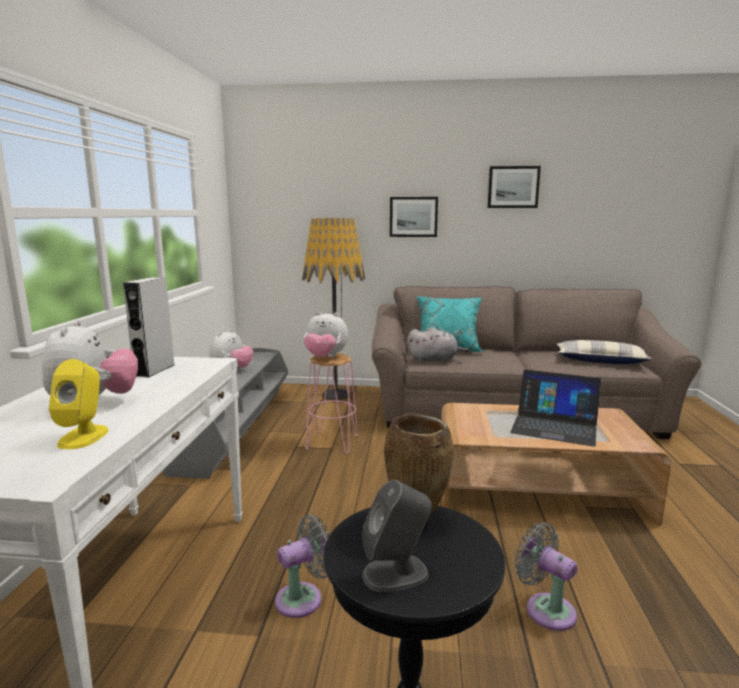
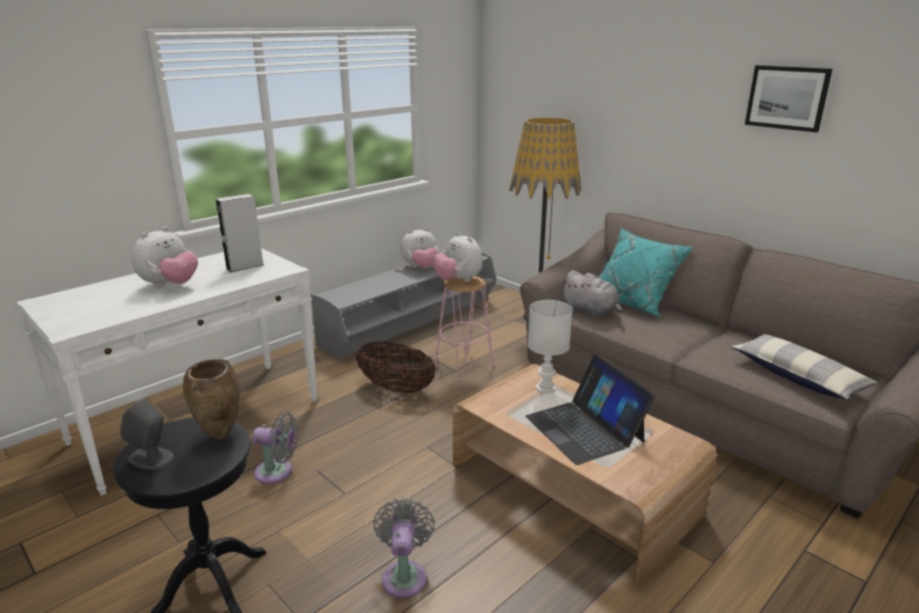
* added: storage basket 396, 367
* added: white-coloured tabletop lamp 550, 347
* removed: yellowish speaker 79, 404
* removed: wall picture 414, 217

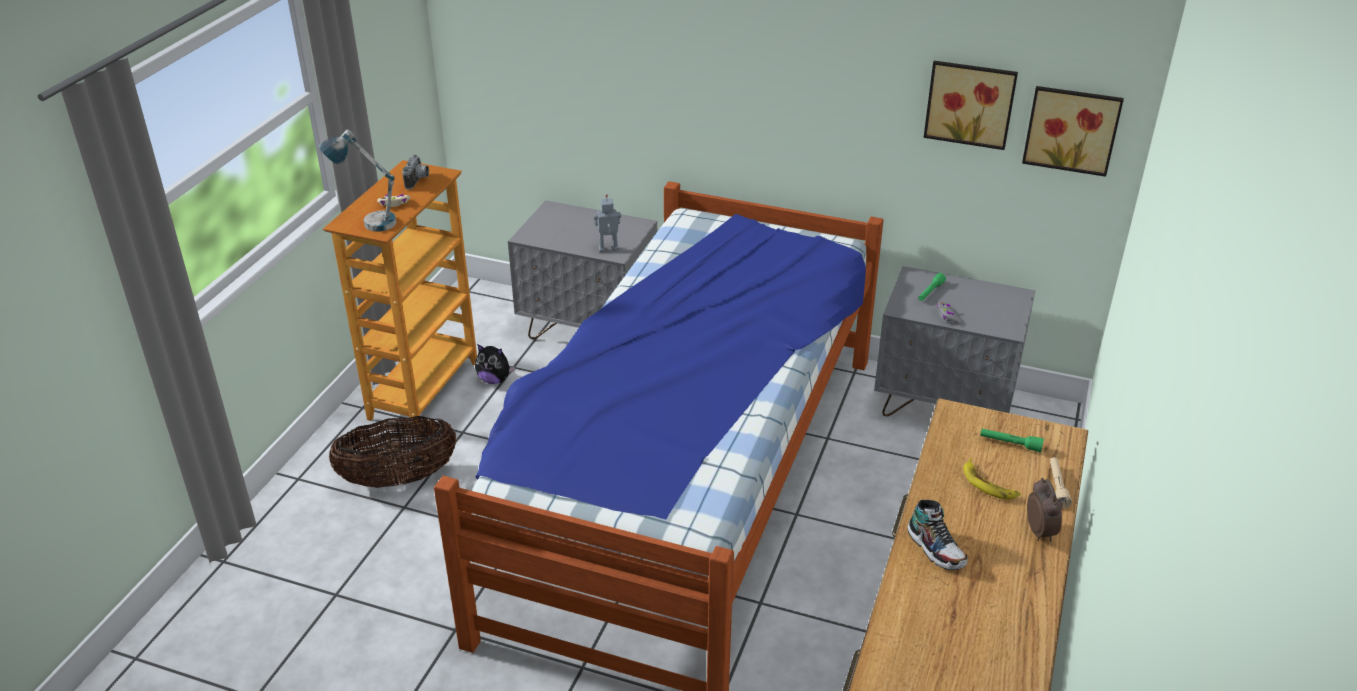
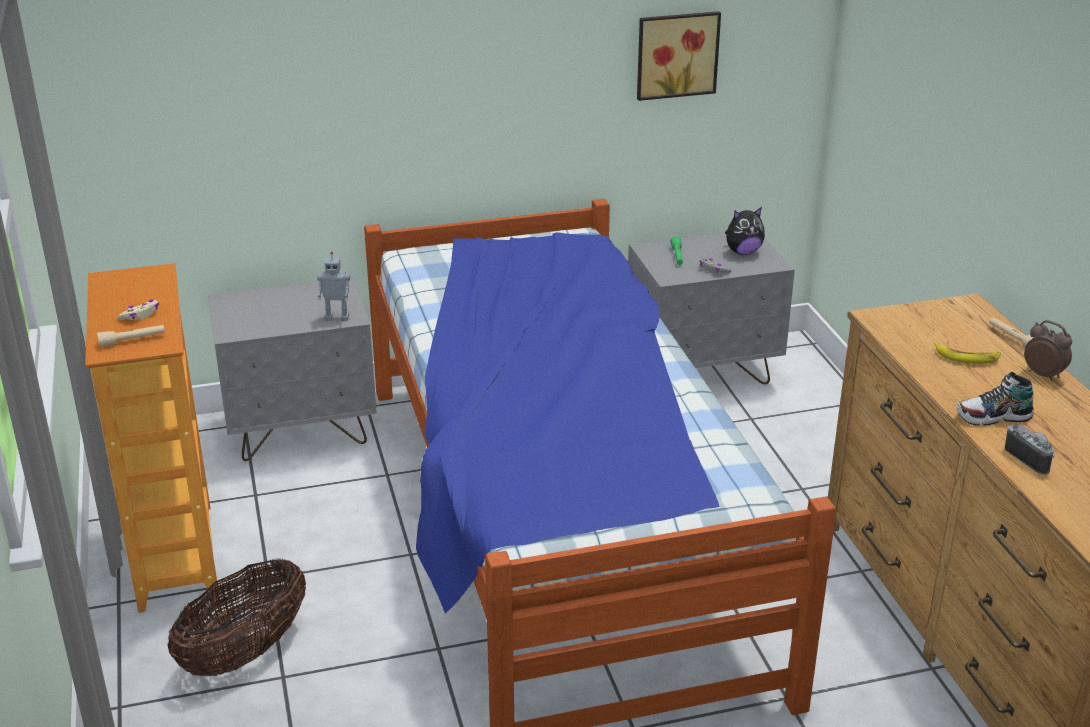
* replaced: tabletop lamp 357, 180 to beige hand torch 131, 336
* turned: toy robot 607, 223 = 333, 286 135 degrees counterclockwise
* moved: cuddly toy 495, 364 to 745, 231
* turned: low shoe 937, 535 = 995, 399 150 degrees clockwise
* moved: still camera 415, 172 to 1030, 449
* removed: green hand torch 1012, 440
* removed: wall picture 1073, 131

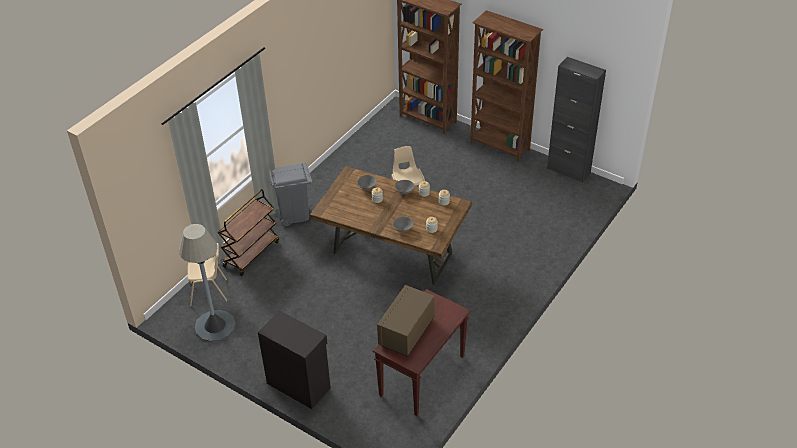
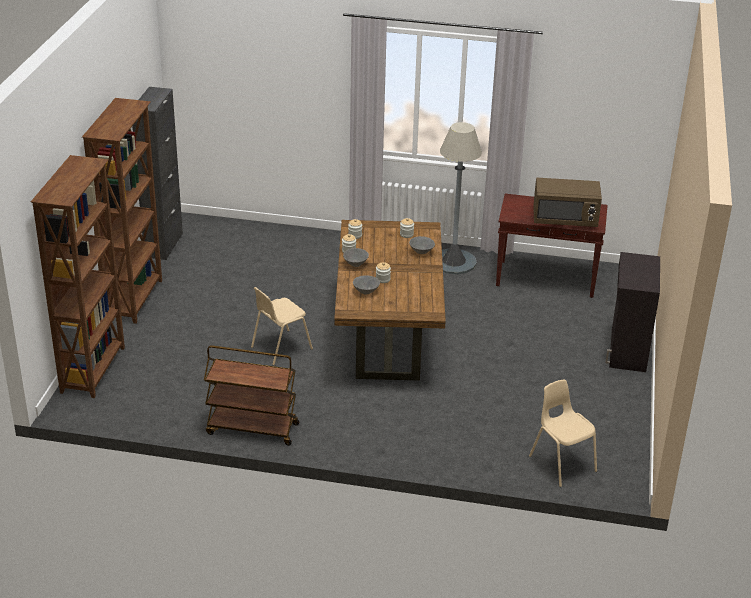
* moved: brown cart 248, 232 to 251, 395
* moved: greyish floor lamp 207, 283 to 461, 198
* removed: greyish trash can 290, 194

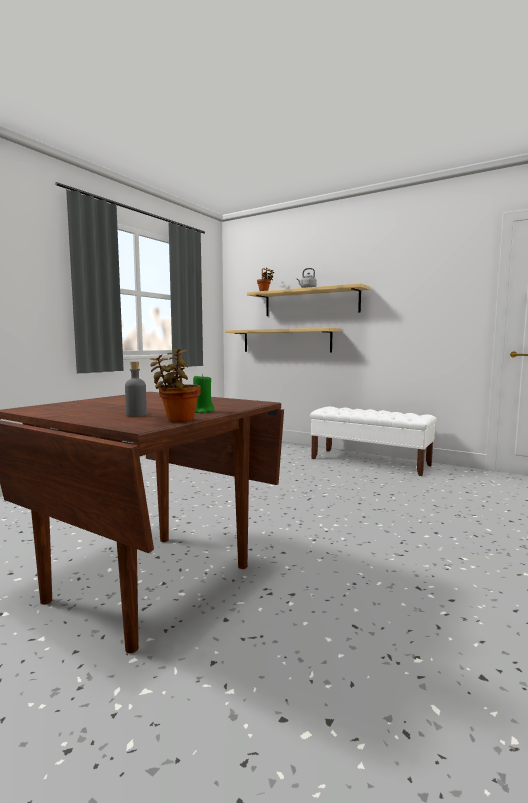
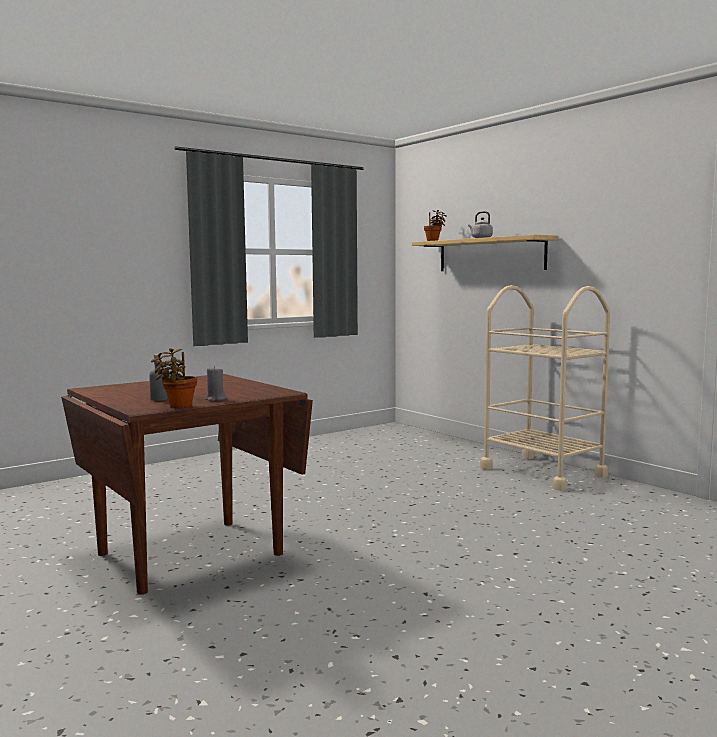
* recoloured: green wax candle 204, 394 to greyish wax candle 215, 383
* replaced: white-coloured indoor bench 373, 441 to beige cart 545, 388
* removed: bracket shelf 283, 340

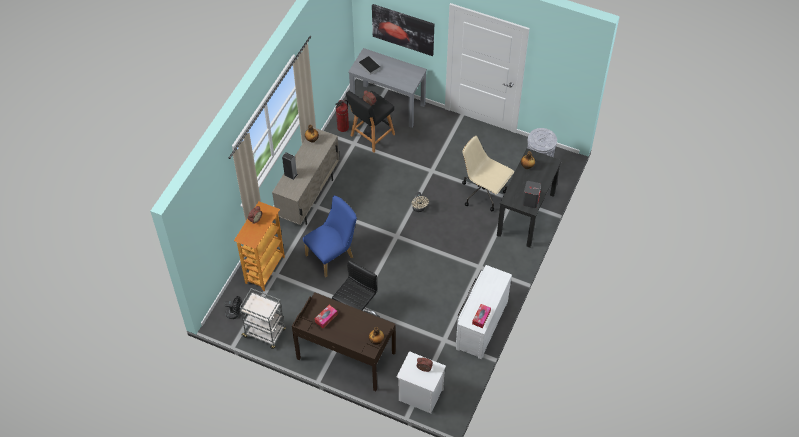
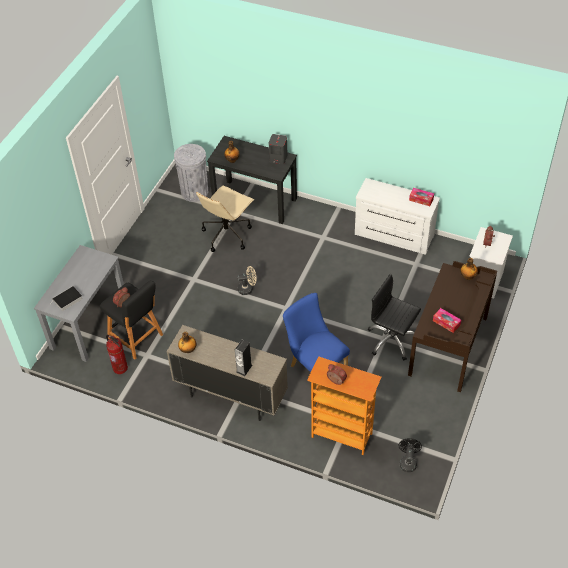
* removed: greyish cart 262, 318
* removed: wall picture 403, 30

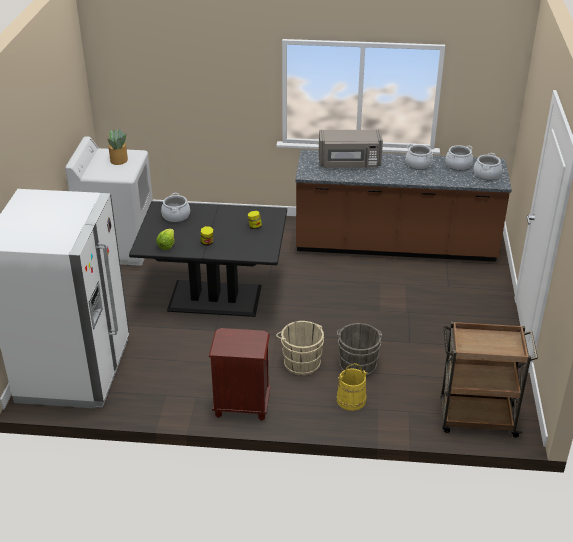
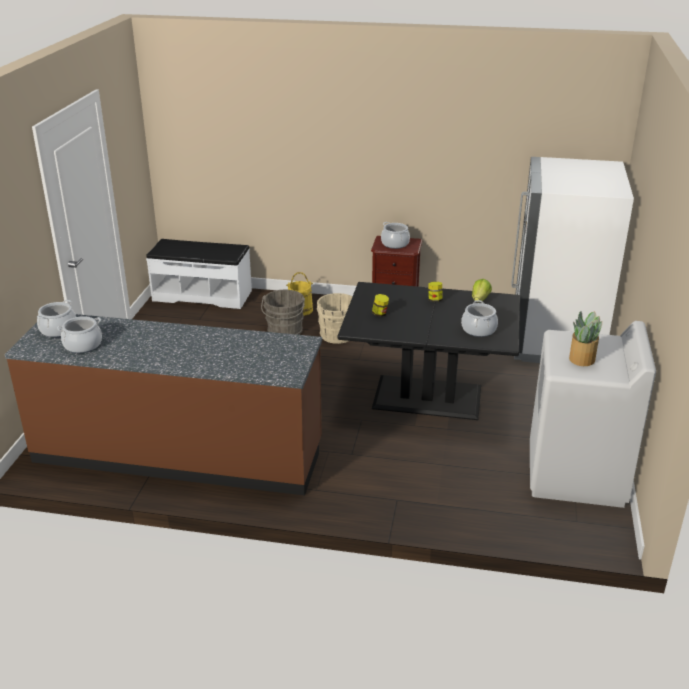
* replaced: brown cart 489, 380 to white-coloured indoor bench 199, 274
* moved: cooking pot 419, 157 to 395, 235
* removed: greyish kitchen microwave 351, 149

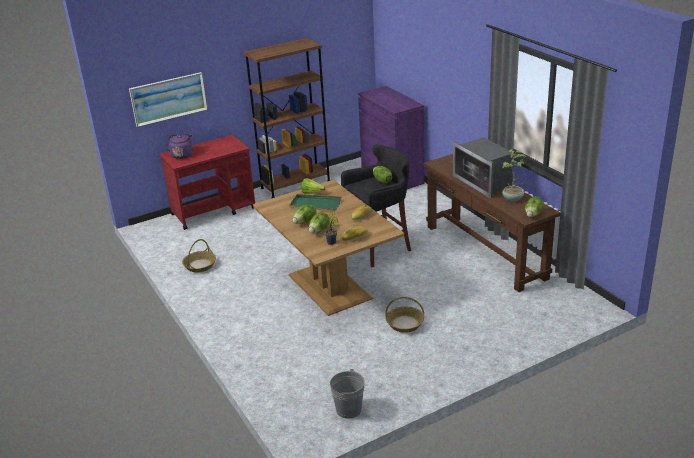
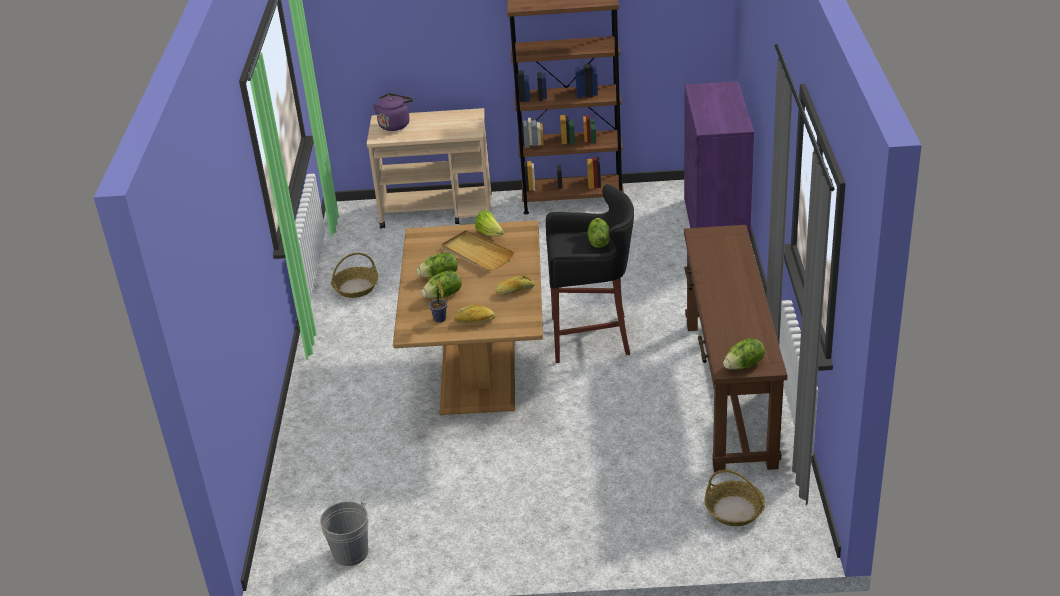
* recoloured: red-coloured cart 207, 182 to beige cart 429, 168
* recoloured: green tray 315, 202 to beige tray 477, 250
* moved: storage basket 405, 315 to 735, 498
* removed: wall picture 168, 100
* removed: kitchen microwave 483, 168
* removed: plant in a pot 514, 175

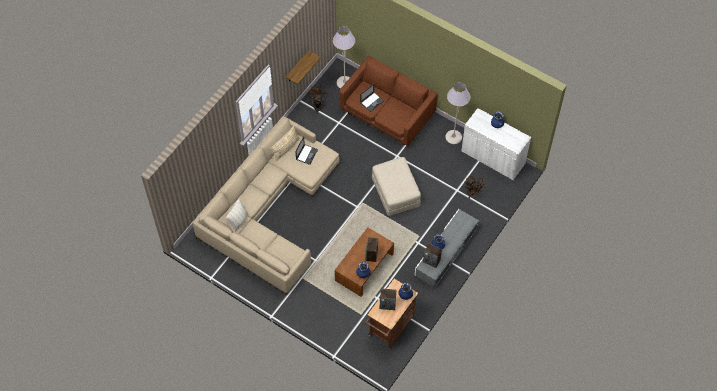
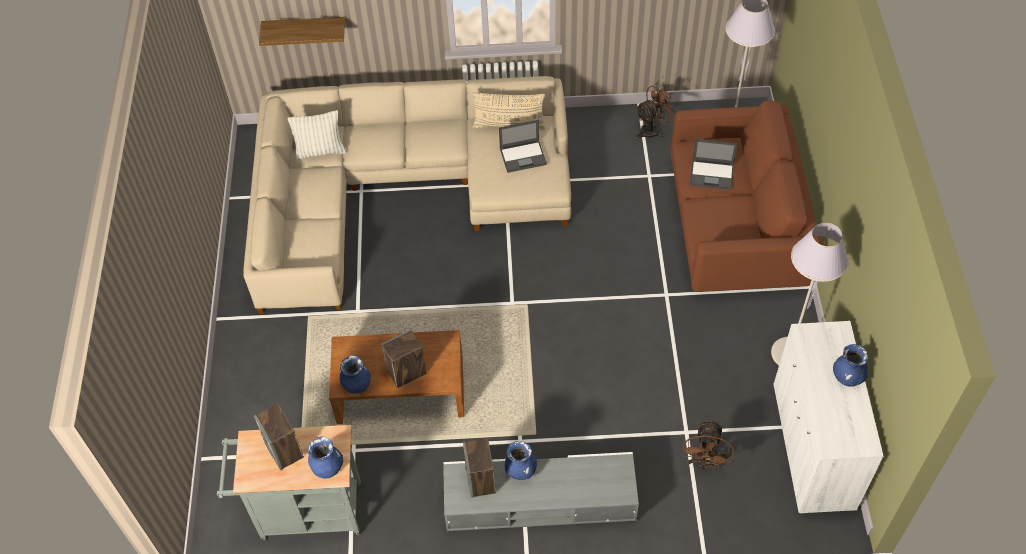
* recoloured: brown cart 391, 314 to greyish cart 289, 482
* moved: bracket shelf 303, 68 to 302, 31
* removed: beige pouffe 396, 186

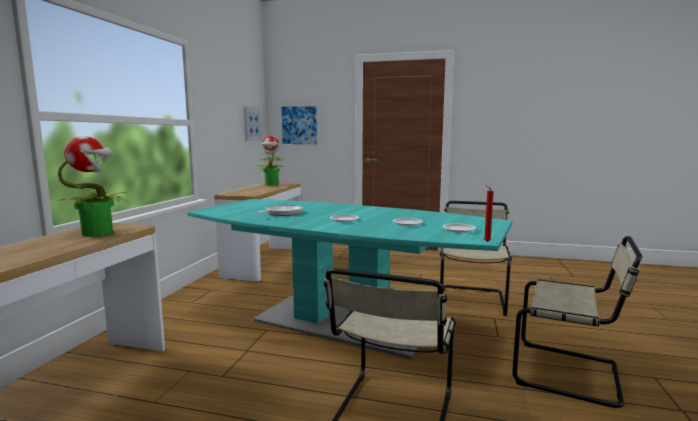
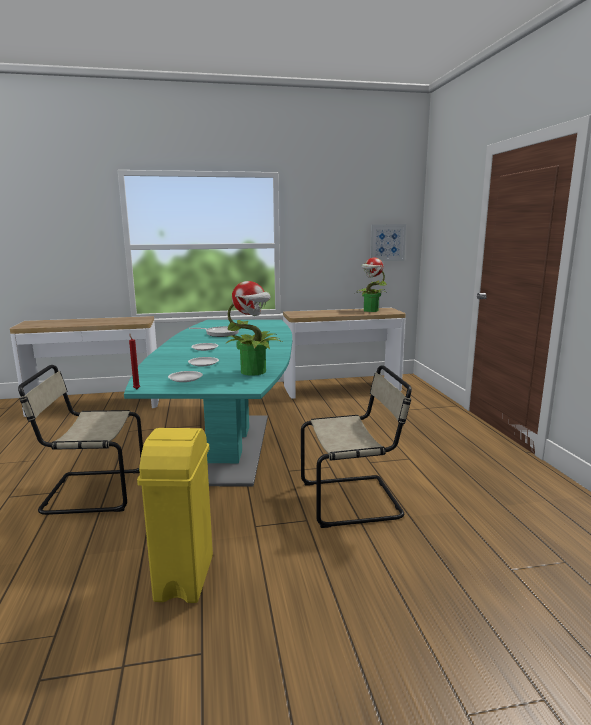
* replaced: beige plain chair 577, 322 to yellowish trash can 175, 515
* moved: plant in a pot 93, 186 to 253, 328
* removed: wall picture 299, 125

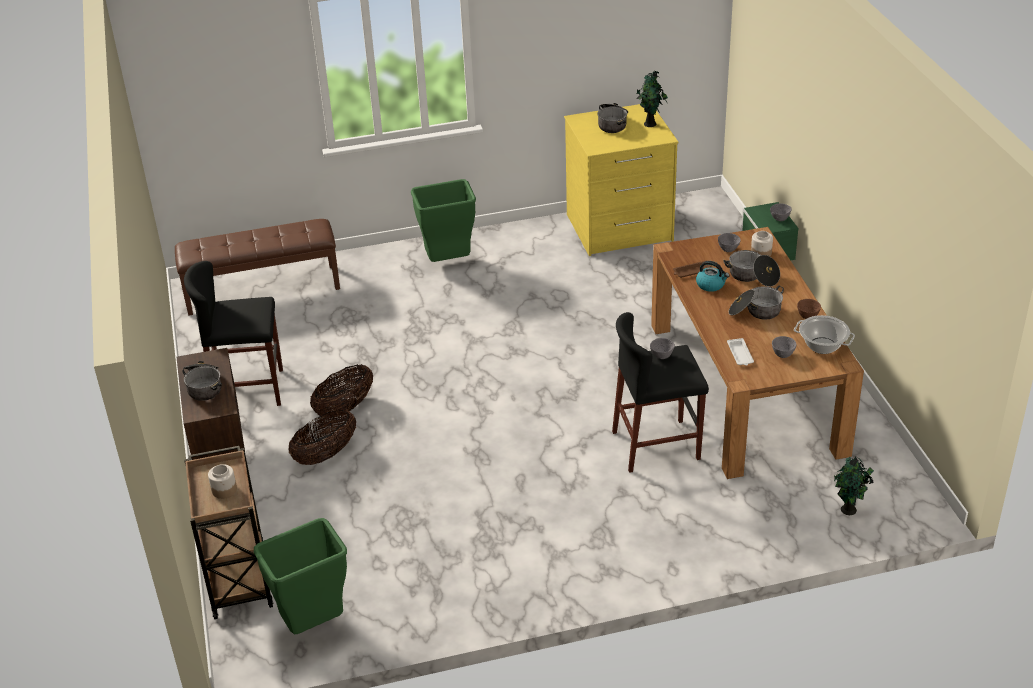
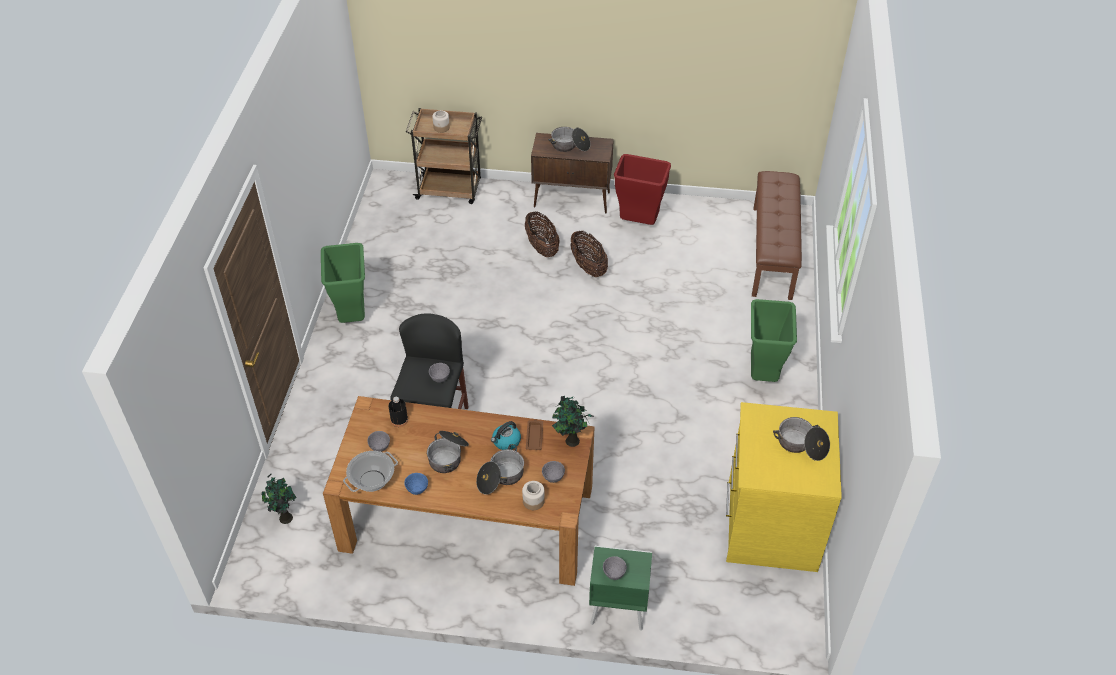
* moved: green trash can 300, 576 to 343, 283
* replaced: white-coloured tray 740, 352 to blackish beverage bottle 398, 412
* recoloured: brown serving bowl 809, 309 to blue serving bowl 416, 484
* moved: plant in a pot 652, 99 to 573, 421
* replaced: blackish stool seat 233, 333 to red-coloured trash can 642, 189

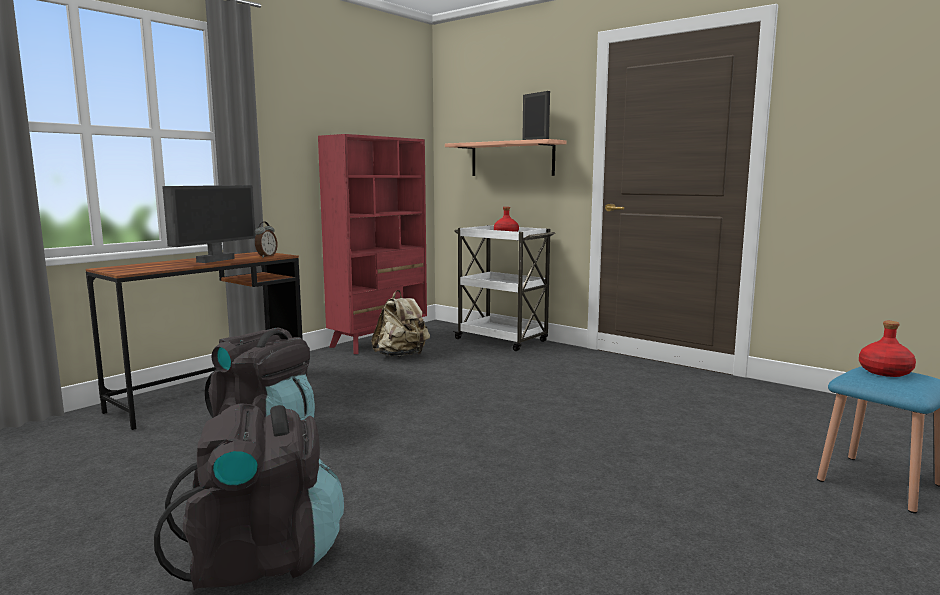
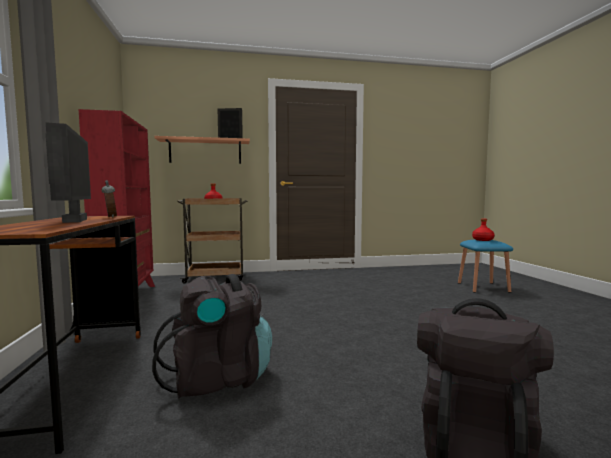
* recoloured: white-coloured cart 504, 288 to brown cart 212, 241
* removed: beige knapsack 400, 323

